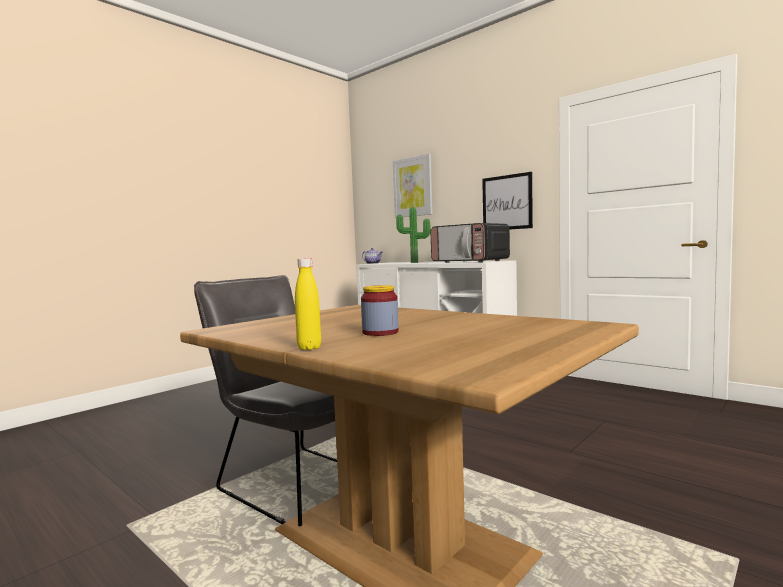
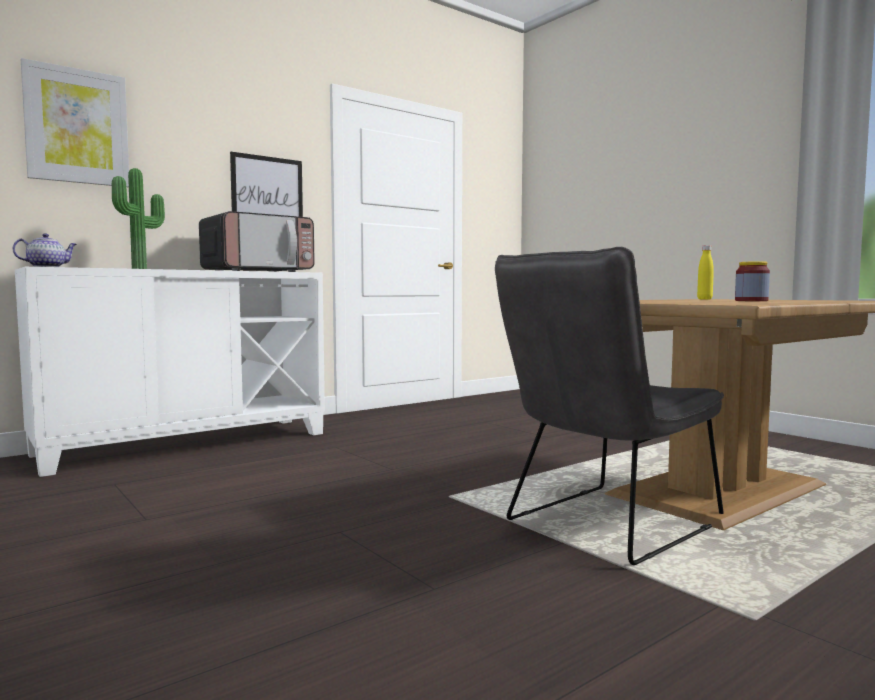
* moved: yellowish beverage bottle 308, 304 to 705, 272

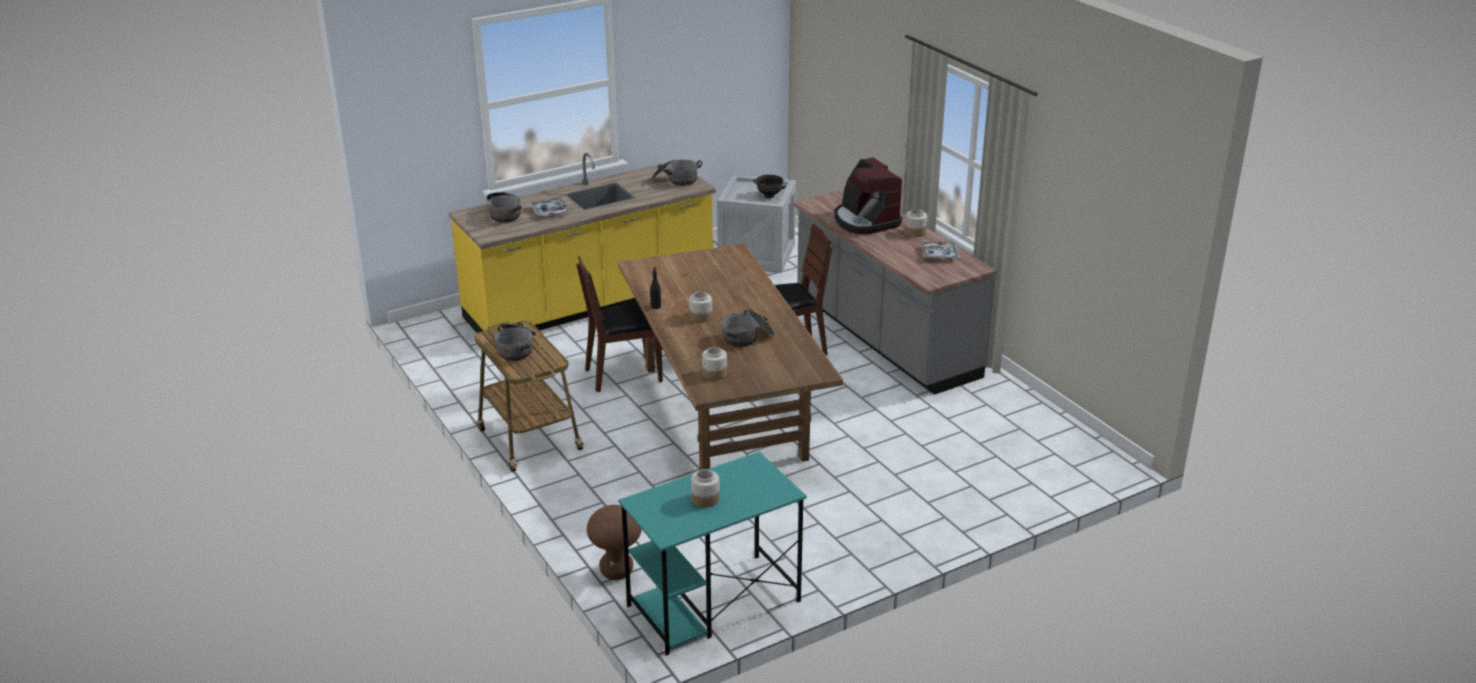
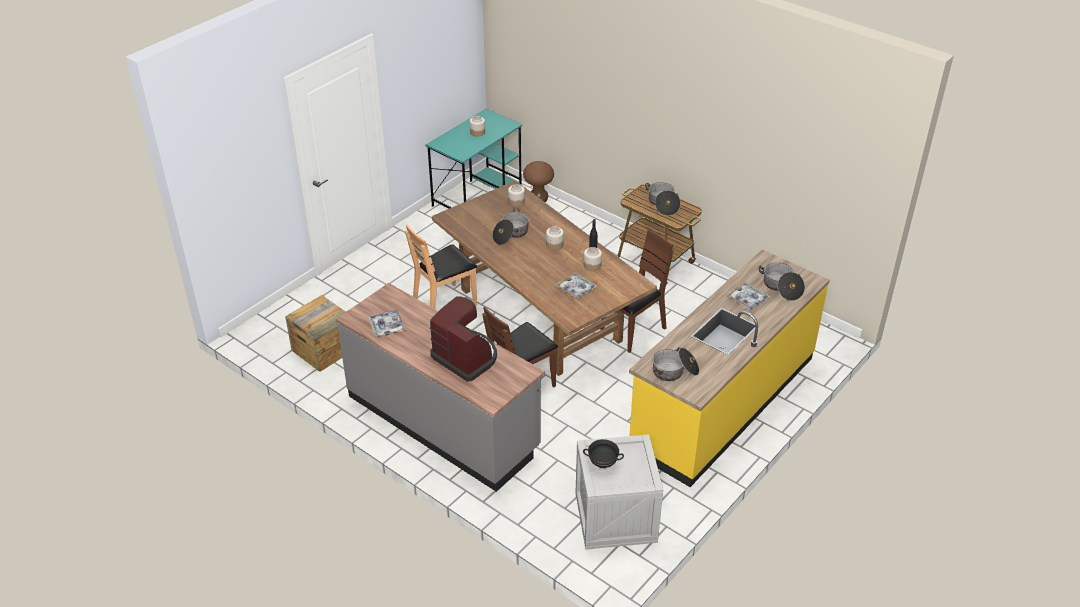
* added: crate 315, 333
* added: brown plain chair 441, 267
* added: tray 576, 286
* moved: preserve jar 916, 223 to 593, 259

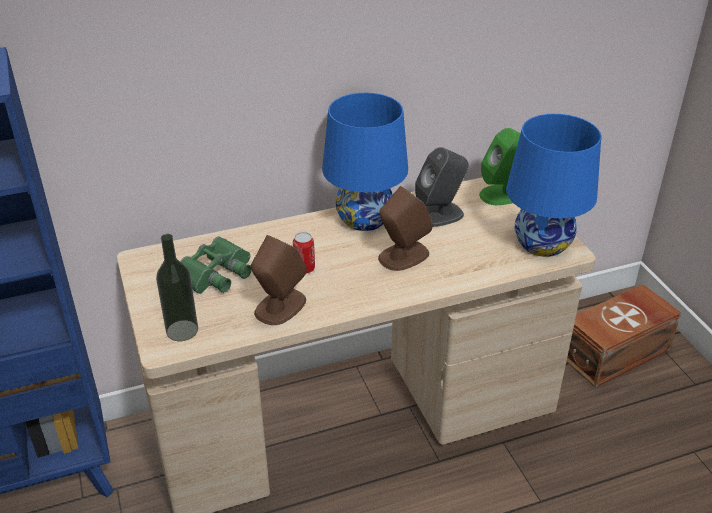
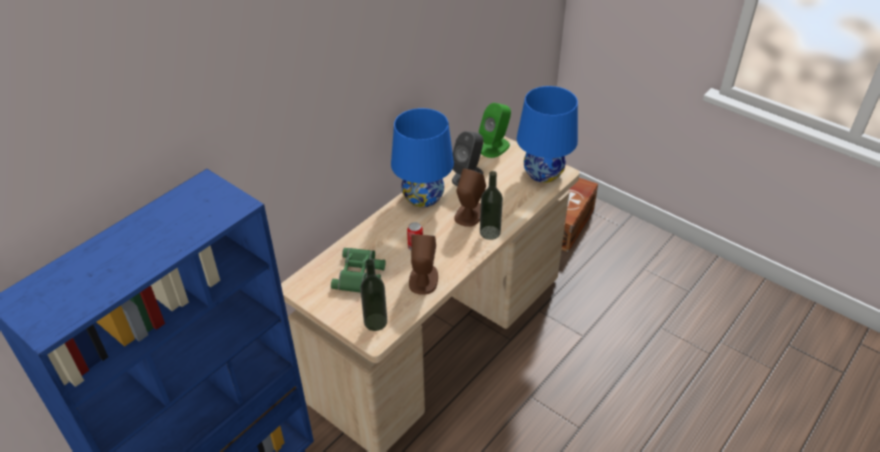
* added: beverage bottle 491, 205

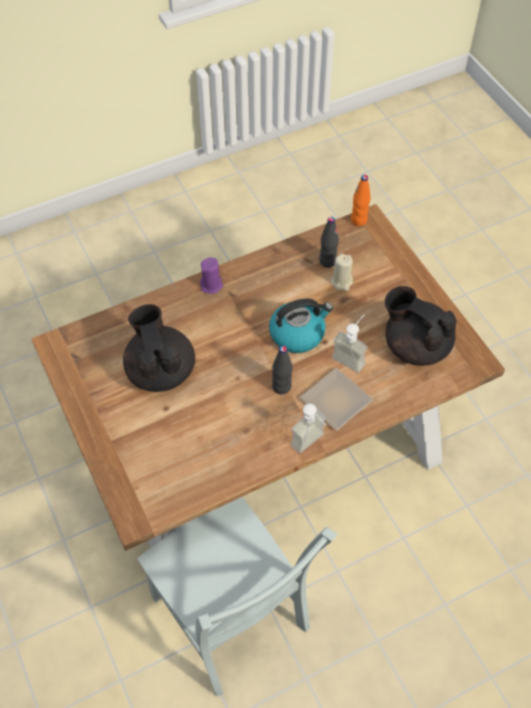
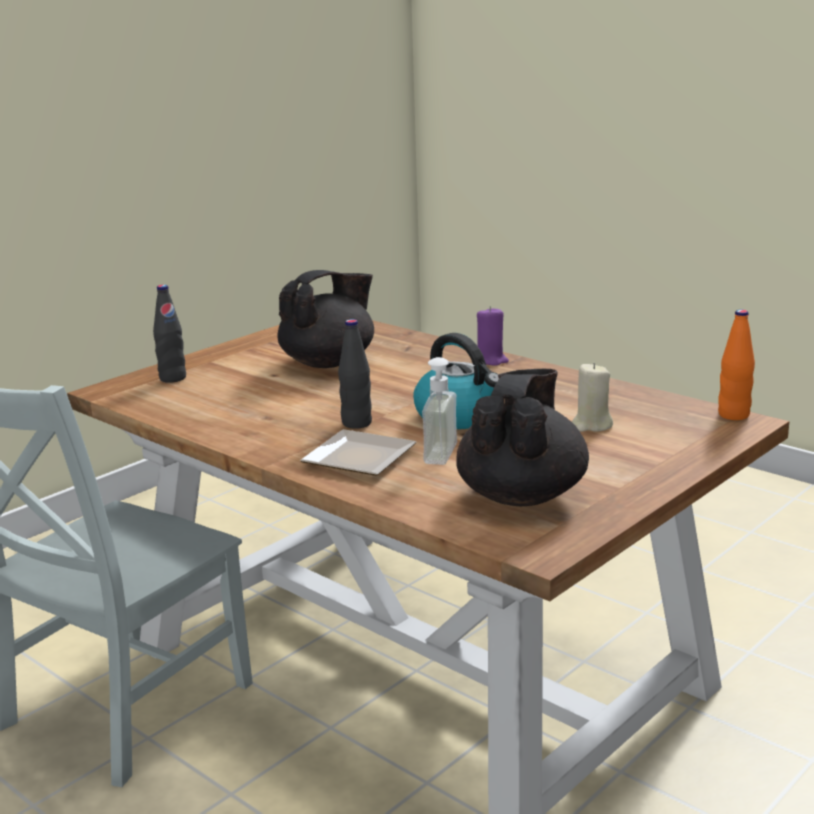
* moved: blackish beverage bottle 329, 242 to 169, 334
* removed: liquid soap bottle 308, 429

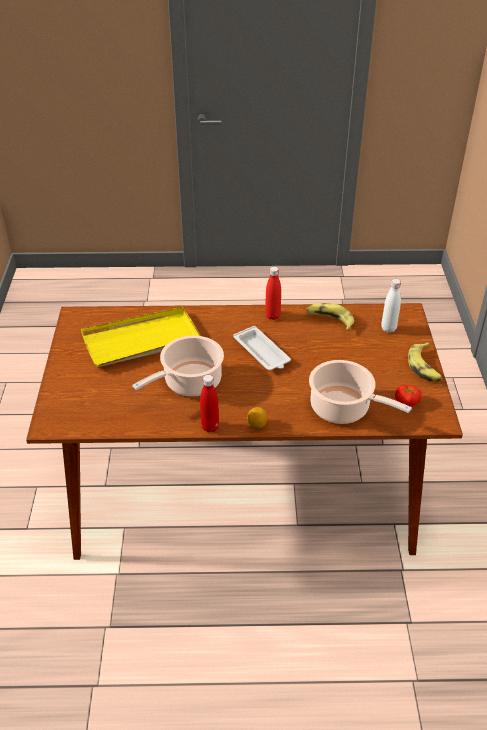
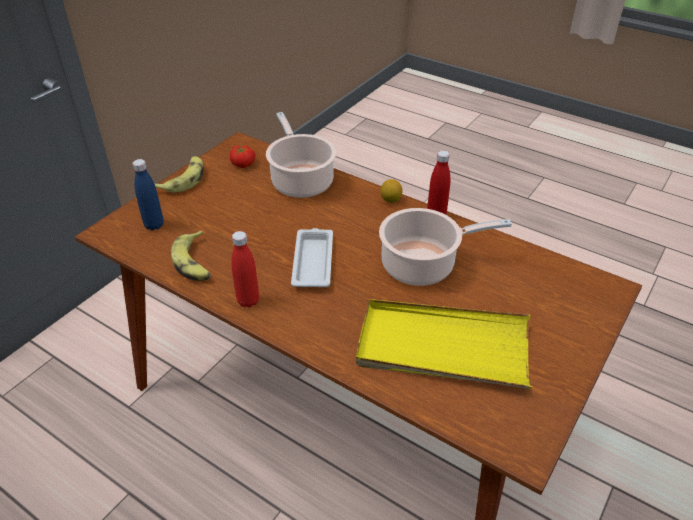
* recoloured: white-coloured beverage bottle 391, 306 to blue beverage bottle 148, 194

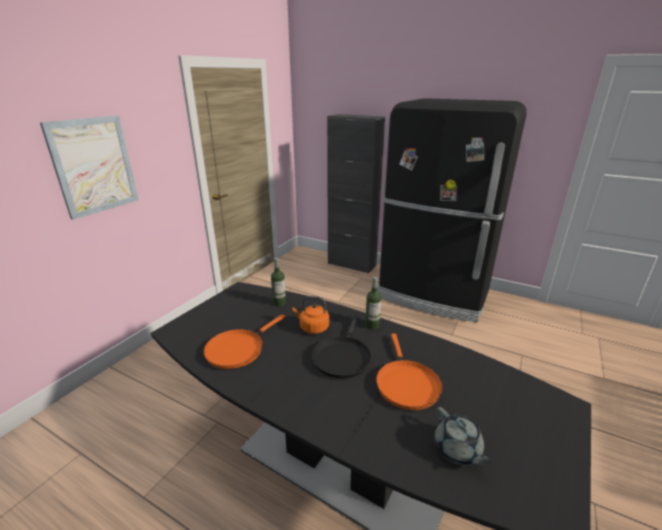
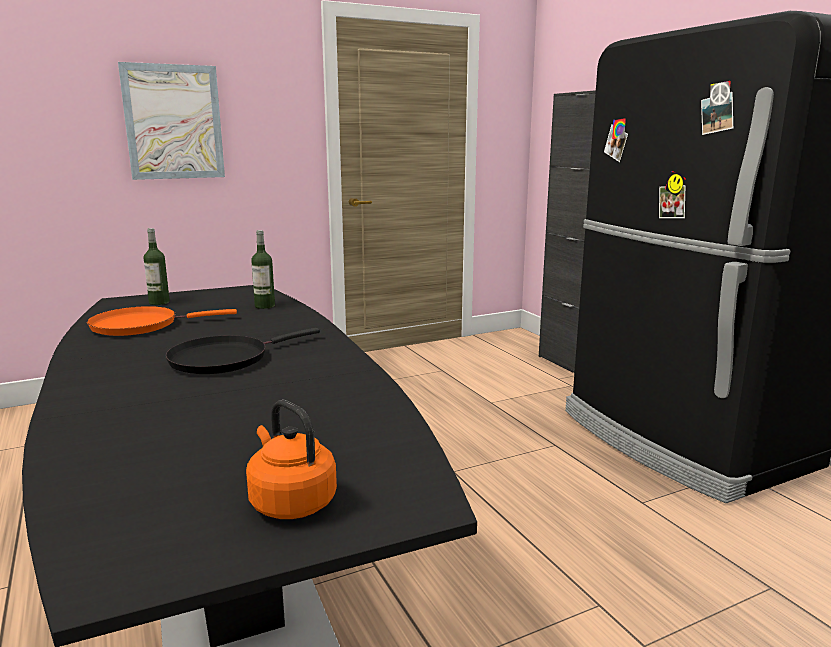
* moved: beverage bottle 373, 303 to 157, 266
* moved: orange-coloured kettle 310, 315 to 291, 459
* removed: orange-coloured frying pan 409, 372
* removed: greyish pot for tea 463, 436

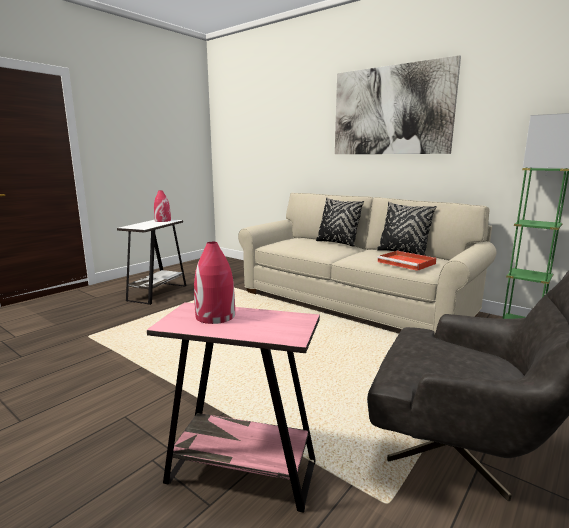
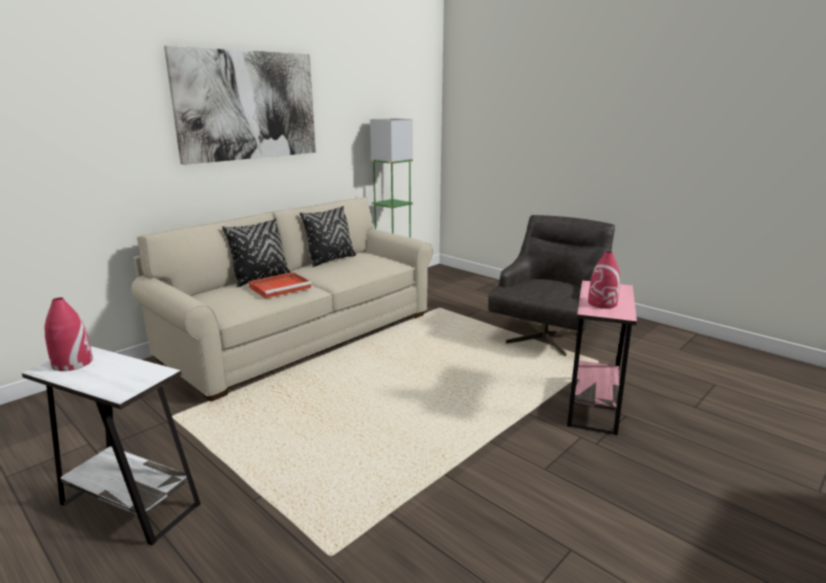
* moved: red-coloured tray 407, 261 to 280, 285

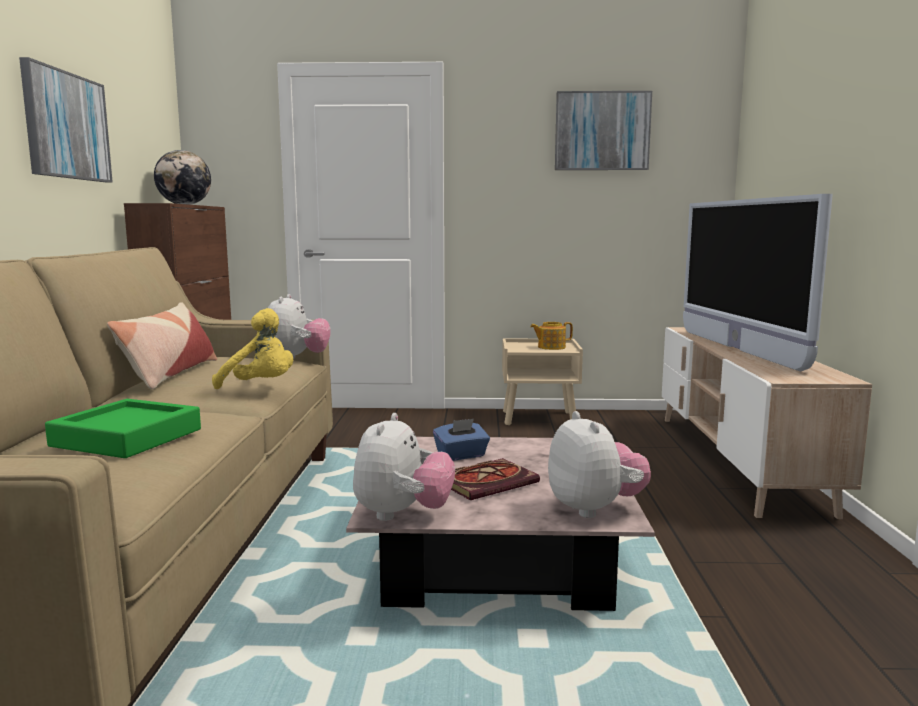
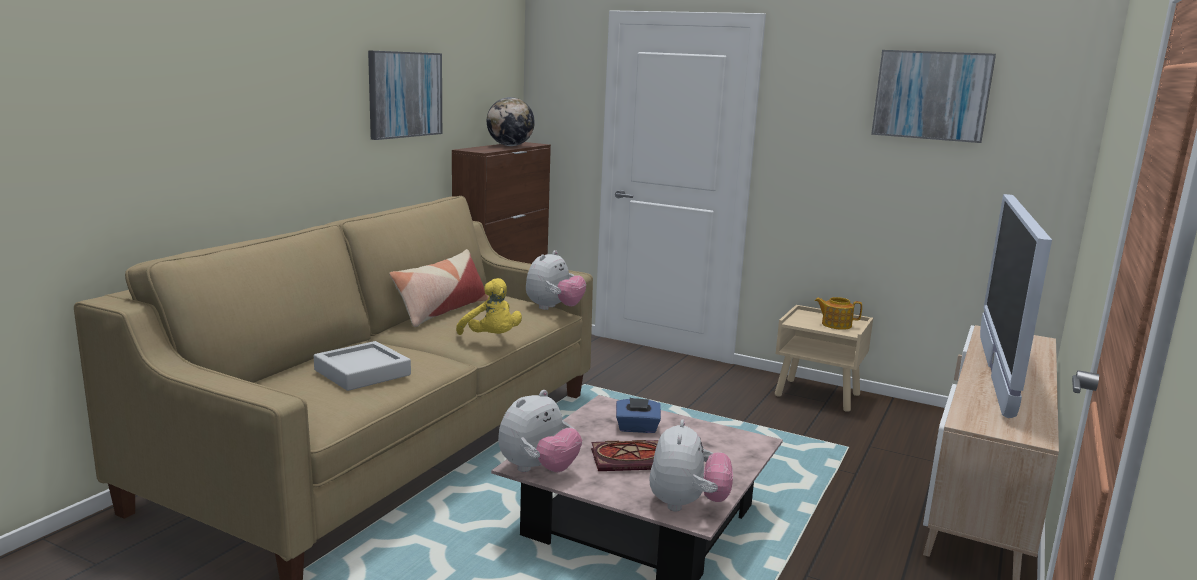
* recoloured: green tray 123, 428 to greyish tray 362, 366

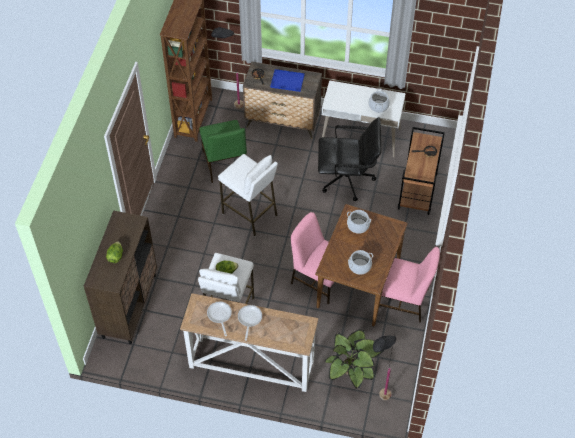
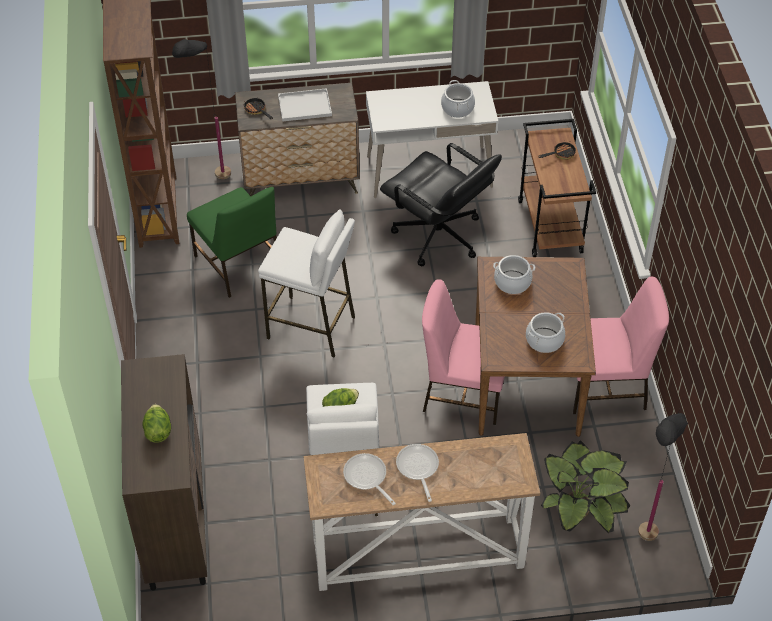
* recoloured: blue tray 287, 80 to white-coloured tray 305, 105
* turned: blackish office chair 349, 159 = 441, 204 60 degrees clockwise

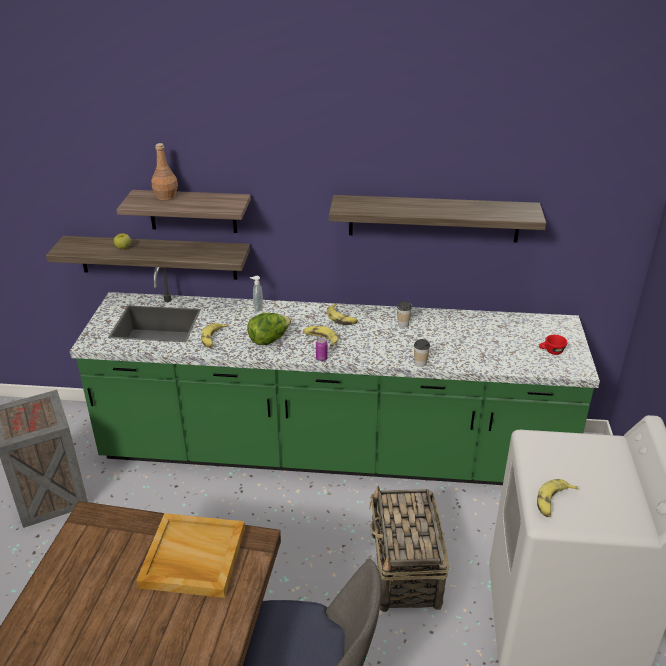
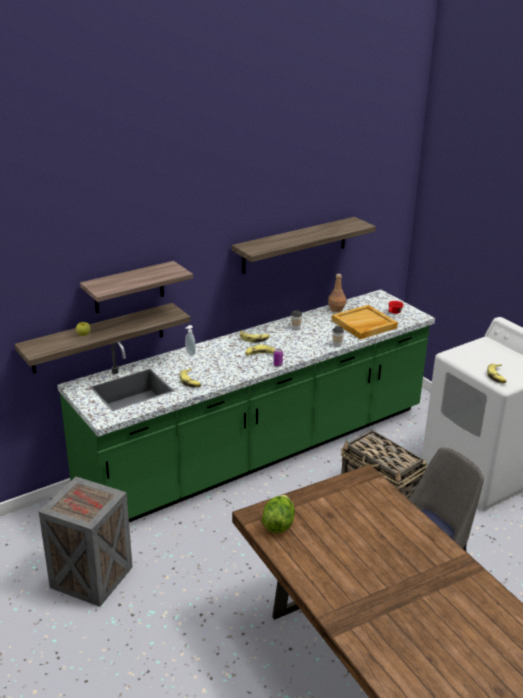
* moved: lettuce 269, 329 to 278, 514
* moved: brown beverage bottle 164, 172 to 337, 293
* moved: beige tray 190, 555 to 365, 322

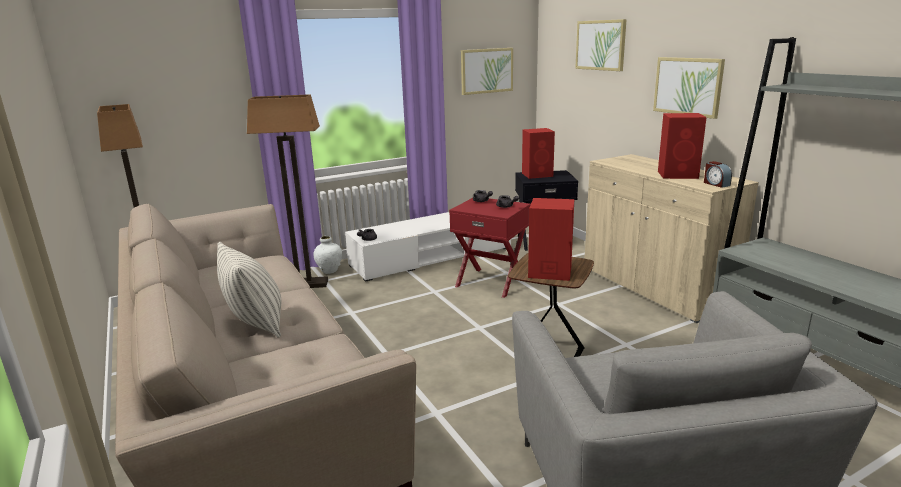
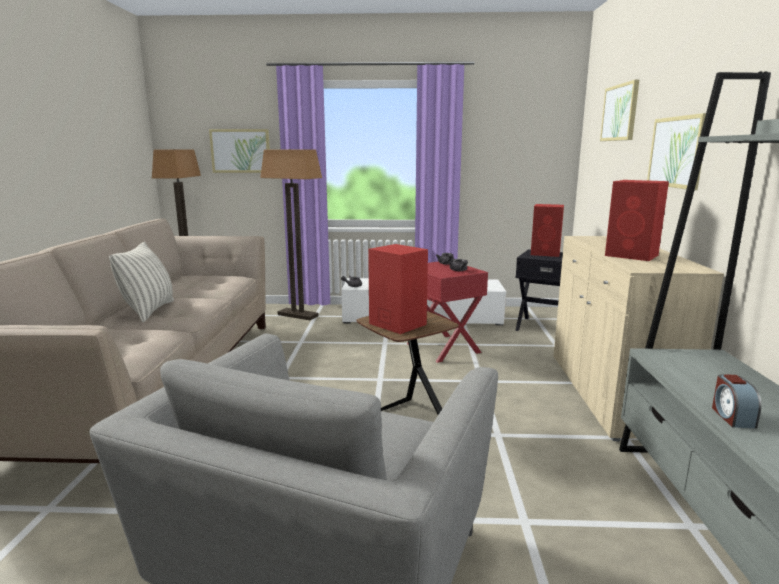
* moved: wall picture 487, 71 to 239, 151
* moved: alarm clock 718, 174 to 736, 401
* removed: white-coloured decorative vase 327, 255

